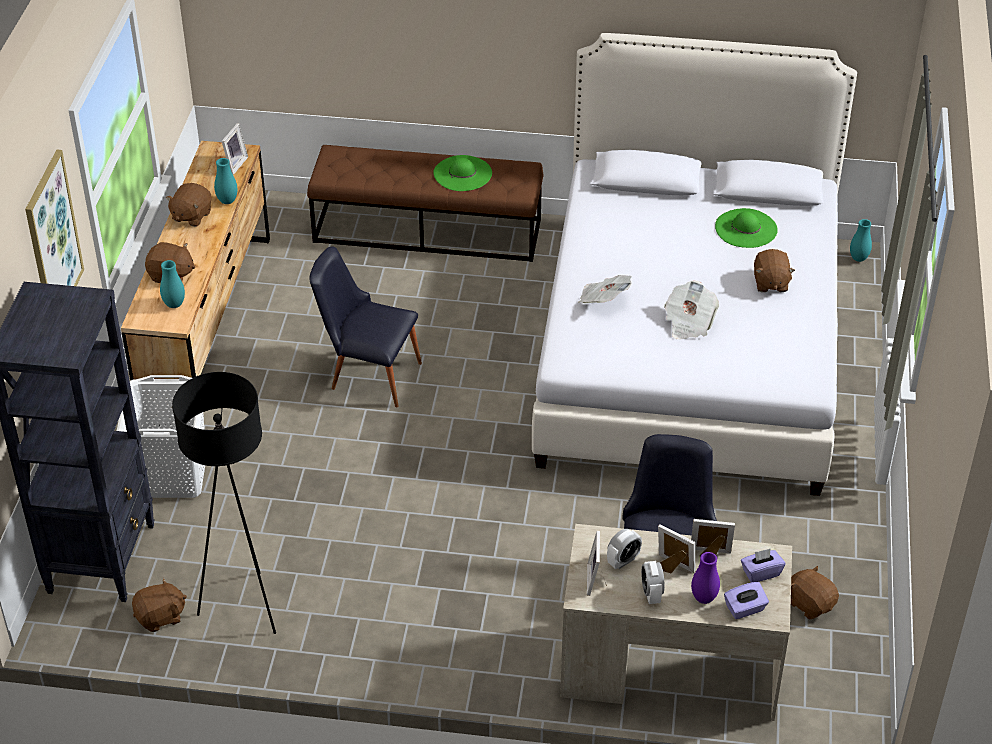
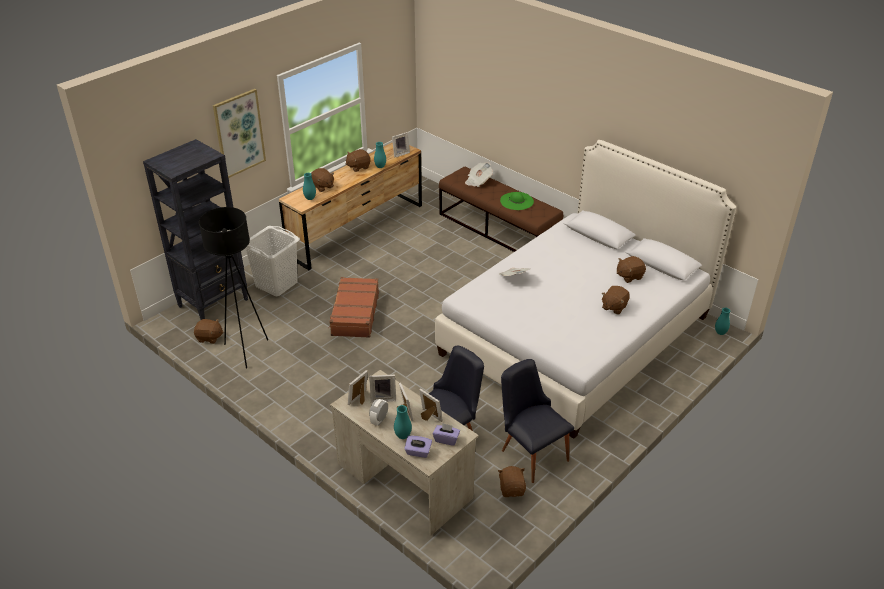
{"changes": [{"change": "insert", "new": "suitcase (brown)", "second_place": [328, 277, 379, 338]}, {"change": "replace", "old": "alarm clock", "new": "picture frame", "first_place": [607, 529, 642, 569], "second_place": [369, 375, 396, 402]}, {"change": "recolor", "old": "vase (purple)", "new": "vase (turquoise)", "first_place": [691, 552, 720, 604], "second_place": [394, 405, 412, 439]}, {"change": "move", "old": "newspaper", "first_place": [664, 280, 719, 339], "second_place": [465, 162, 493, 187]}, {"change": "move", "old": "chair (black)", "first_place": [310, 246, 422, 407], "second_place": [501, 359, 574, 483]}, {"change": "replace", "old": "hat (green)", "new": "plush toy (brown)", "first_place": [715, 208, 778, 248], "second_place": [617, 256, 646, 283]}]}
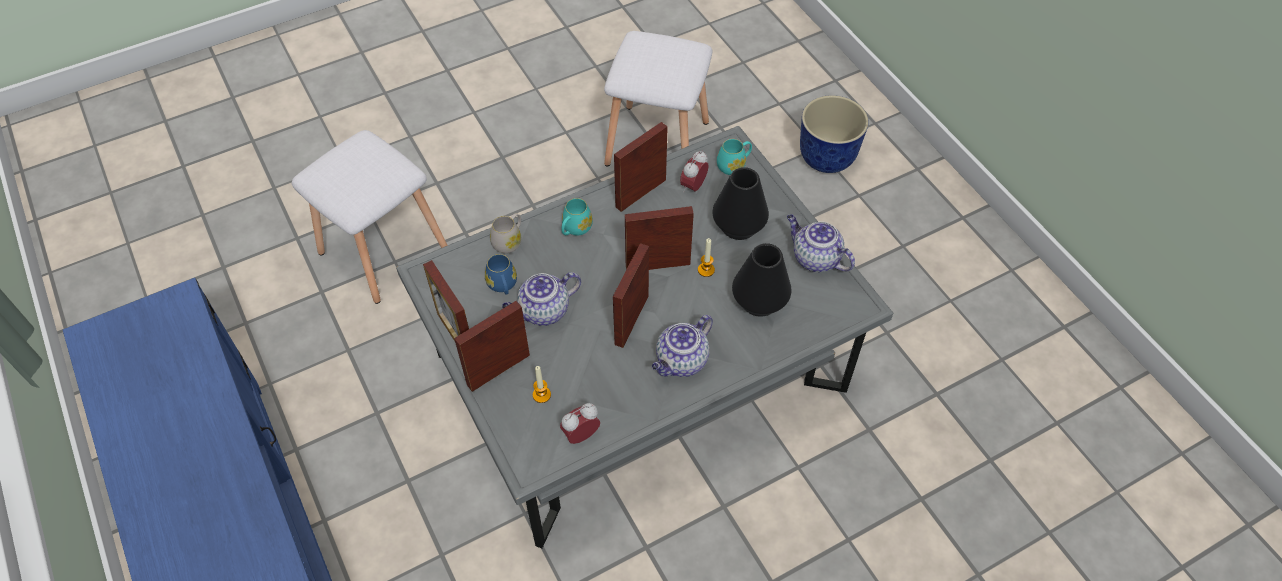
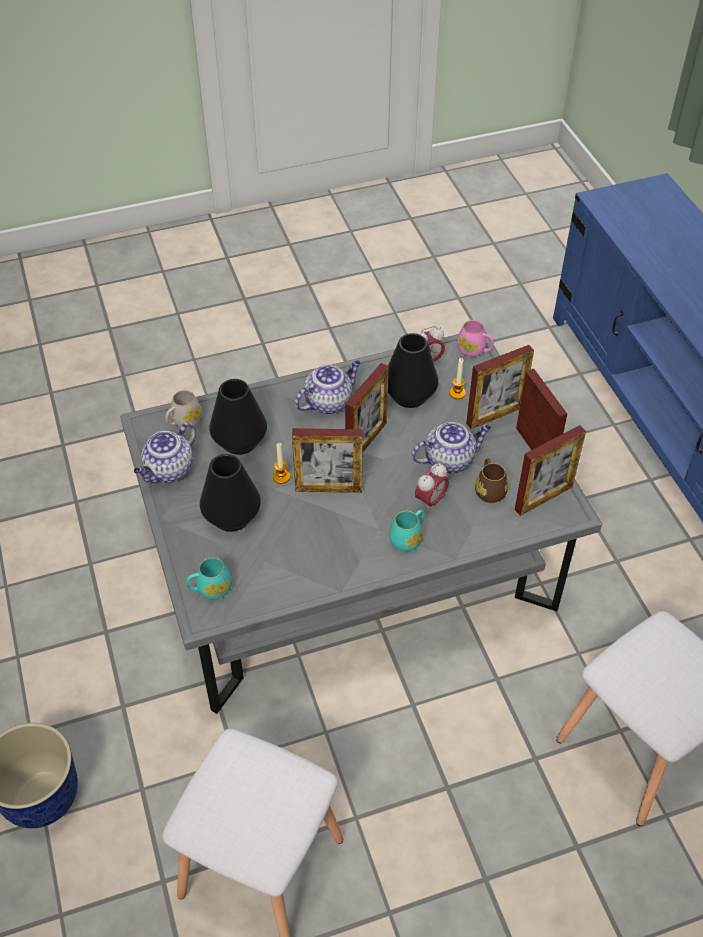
{"changes": [{"change": "rotate", "old": "teapot", "first_place": [787, 214, 855, 272], "second_place": [134, 423, 196, 483], "degrees": 75}, {"change": "move", "old": "mug (white)", "first_place": [490, 213, 521, 253], "second_place": [165, 390, 202, 428]}, {"change": "insert", "new": "vase (black)", "second_place": [388, 333, 439, 408]}, {"change": "move", "old": "alarm clock", "first_place": [680, 151, 709, 192], "second_place": [415, 463, 449, 512]}, {"change": "insert", "new": "mug (pink)", "second_place": [457, 320, 494, 357]}, {"change": "recolor", "old": "mug (blue)", "new": "mug (brown)", "first_place": [485, 254, 517, 295], "second_place": [475, 458, 508, 503]}, {"change": "move", "old": "picture frame", "first_place": [614, 122, 668, 212], "second_place": [515, 425, 586, 516]}]}
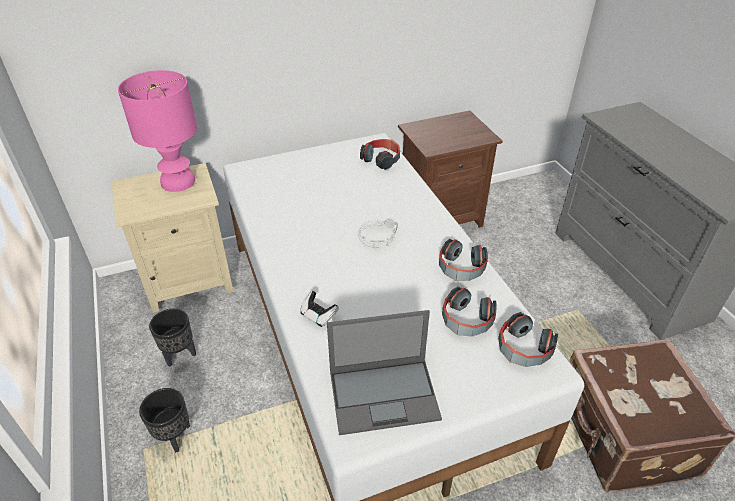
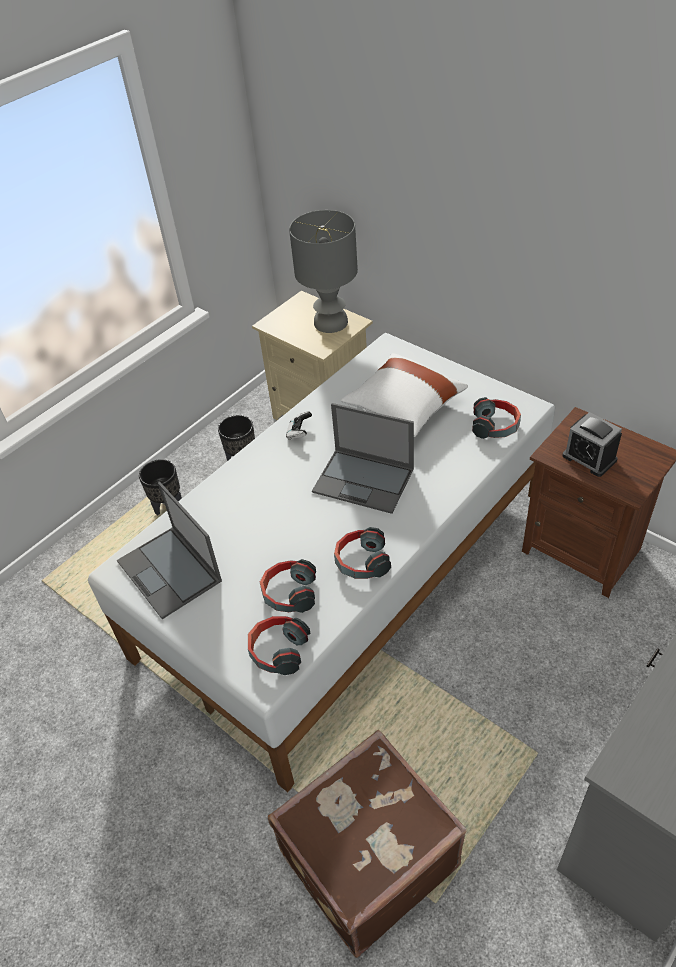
{"changes": [{"change": "move", "old": "game controller", "first_place": [300, 291, 339, 327], "second_place": [286, 411, 312, 440]}, {"change": "recolor", "old": "table lamp (pink)", "new": "table lamp (grey)", "first_place": [118, 70, 197, 192], "second_place": [289, 210, 358, 333]}, {"change": "replace", "old": "headphones (grey)", "new": "laptop", "first_place": [359, 219, 398, 248], "second_place": [312, 403, 414, 514]}, {"change": "insert", "new": "pillow (white)", "second_place": [341, 353, 468, 437]}, {"change": "insert", "new": "alarm clock", "second_place": [563, 412, 622, 477]}]}
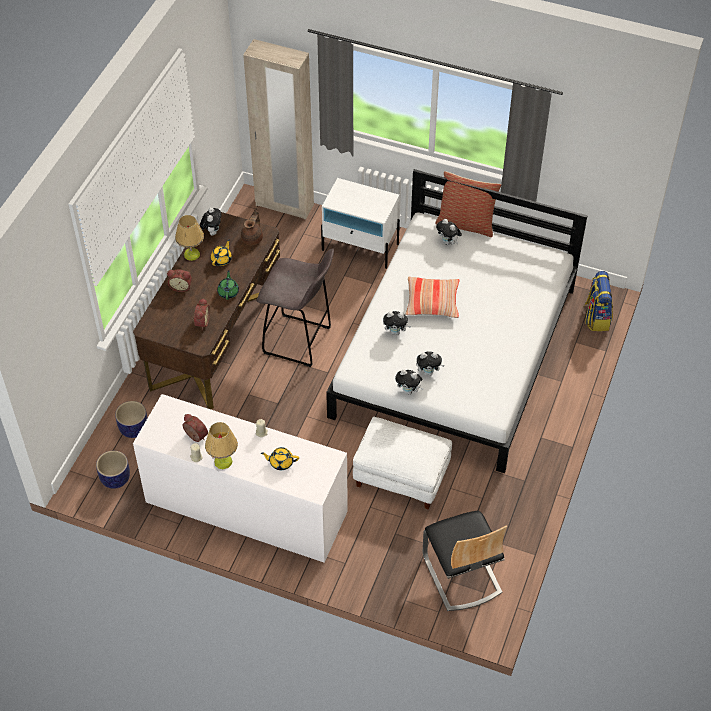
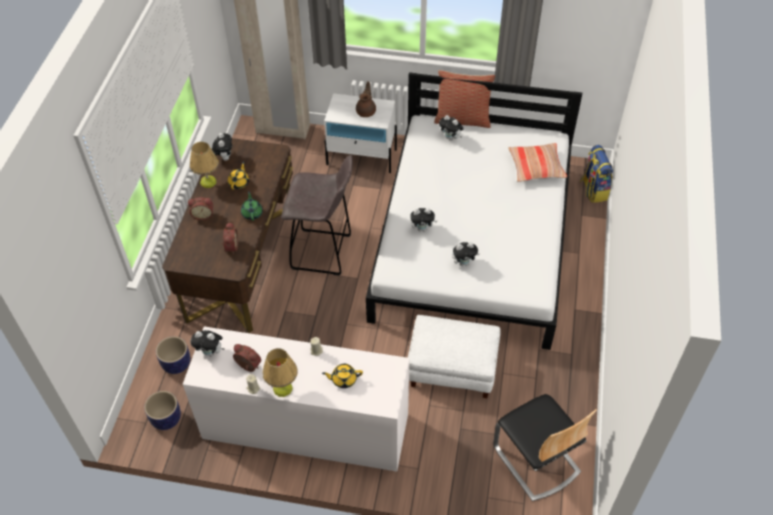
{"changes": [{"change": "move", "old": "plush toy", "first_place": [395, 369, 423, 394], "second_place": [191, 330, 225, 356]}, {"change": "move", "old": "teapot (brown)", "first_place": [241, 207, 263, 245], "second_place": [356, 81, 376, 117]}, {"change": "move", "old": "pillow", "first_place": [405, 277, 460, 318], "second_place": [508, 143, 567, 182]}]}
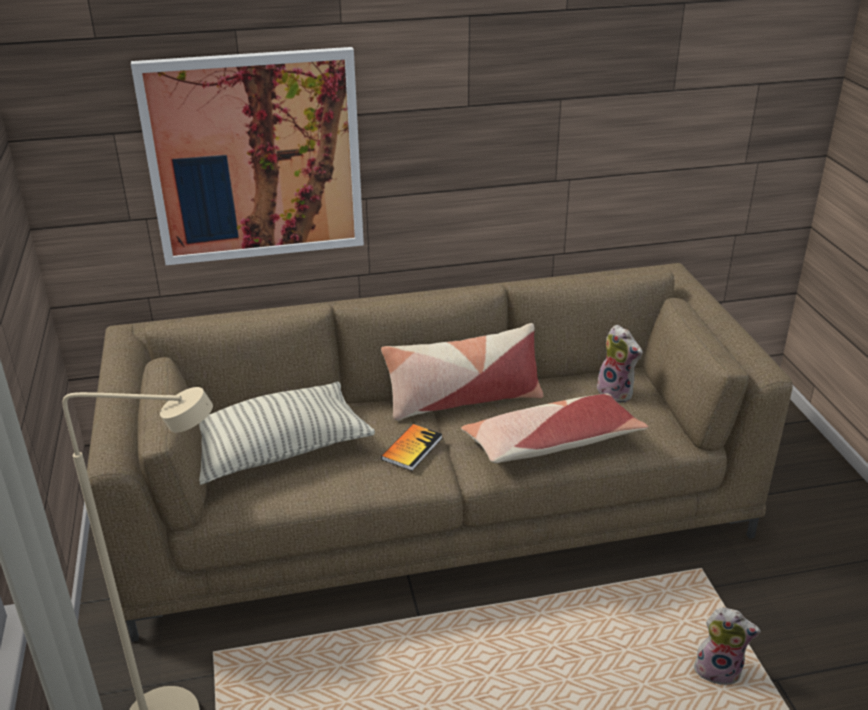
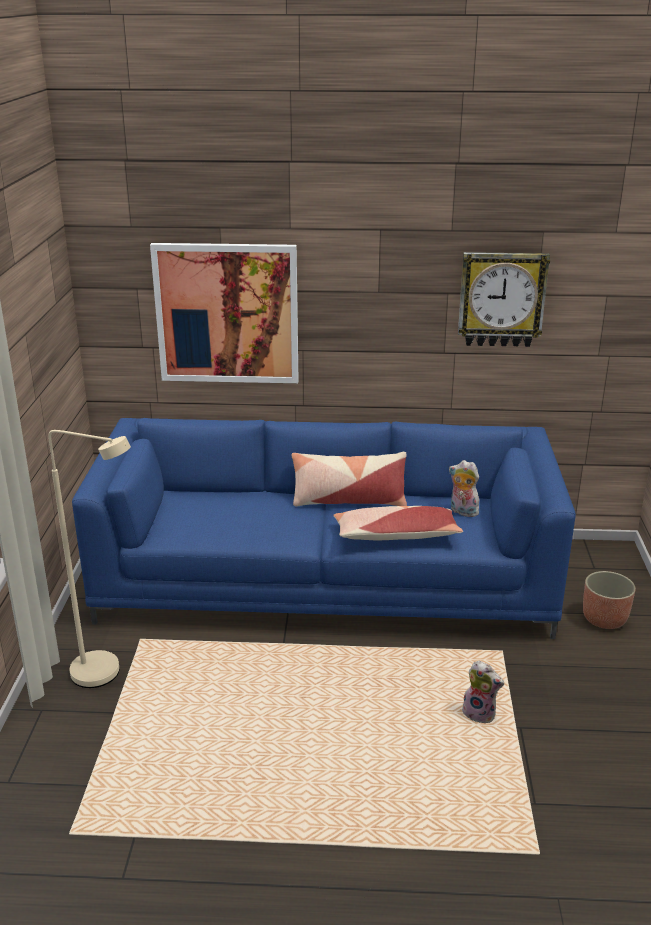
{"changes": [{"change": "recolor", "old": "sofa (brown)", "new": "sofa (blue)", "first_place": [87, 263, 793, 642], "second_place": [72, 418, 576, 639]}, {"change": "rotate", "old": "plush toy", "first_place": [596, 325, 643, 403], "second_place": [449, 460, 479, 517], "degrees": 150}, {"change": "insert", "new": "wall clock", "second_place": [458, 252, 550, 347]}, {"change": "insert", "new": "planter", "second_place": [583, 571, 636, 629]}, {"change": "delete", "old": "pillow", "first_place": [199, 381, 375, 485]}, {"change": "delete", "old": "book", "first_place": [381, 424, 442, 471]}]}
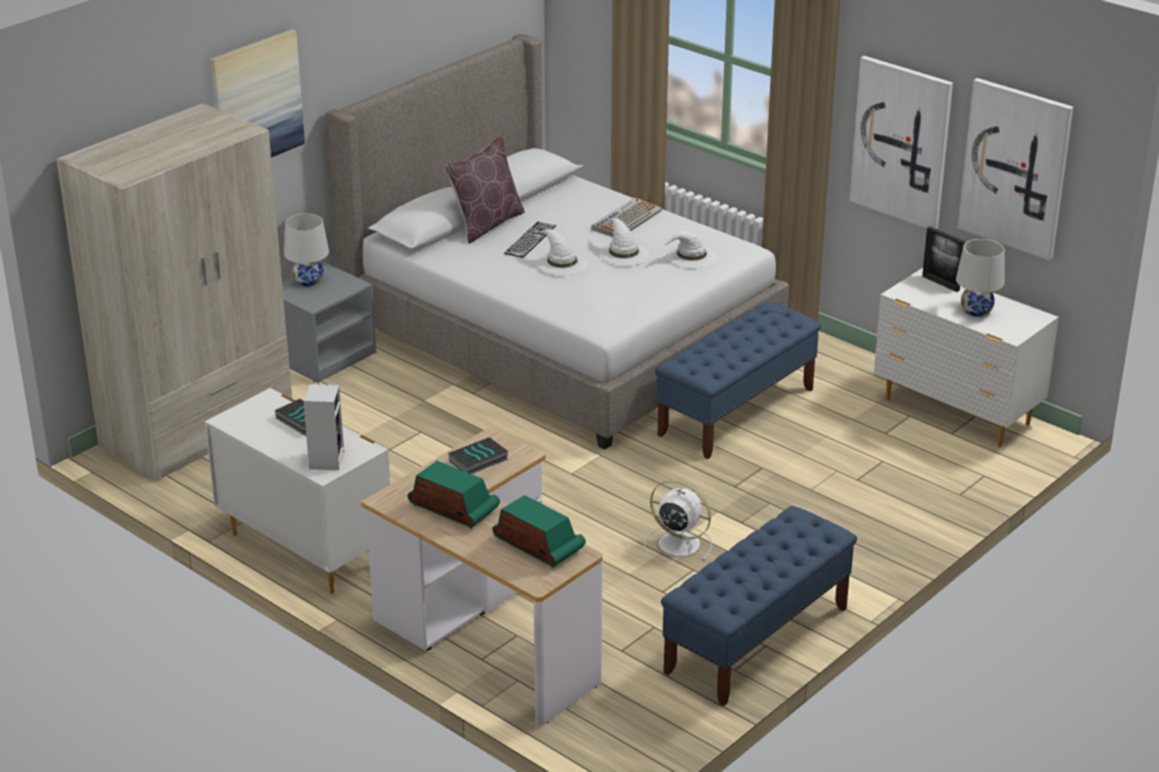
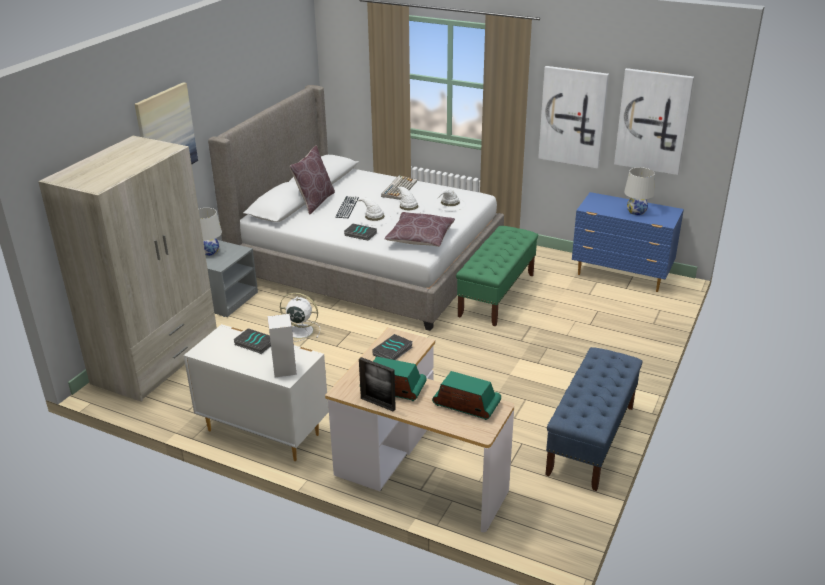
{"changes": [{"change": "move", "old": "fan (white)", "first_place": [644, 480, 712, 561], "second_place": [280, 292, 320, 342]}, {"change": "insert", "new": "book", "second_place": [344, 224, 377, 241]}, {"change": "move", "old": "picture frame", "first_place": [922, 227, 965, 292], "second_place": [359, 357, 396, 412]}, {"change": "insert", "new": "pillow (brown)", "second_place": [385, 212, 455, 247]}, {"change": "recolor", "old": "bench (blue)", "new": "bench (green)", "first_place": [655, 302, 821, 459], "second_place": [456, 226, 538, 326]}, {"change": "recolor", "old": "dresser (white)", "new": "dresser (blue)", "first_place": [874, 268, 1059, 447], "second_place": [572, 192, 684, 292]}]}
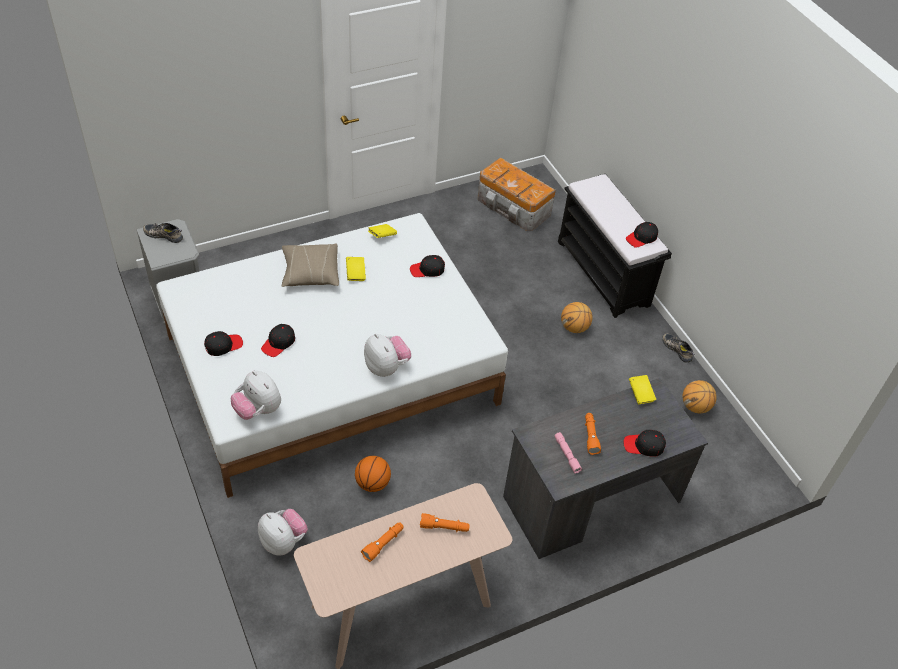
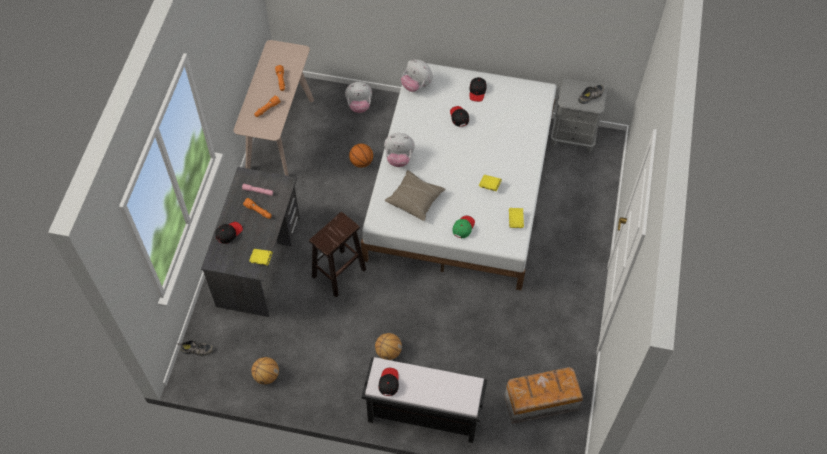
{"changes": [{"change": "move", "old": "shoe", "first_place": [662, 333, 695, 363], "second_place": [177, 340, 213, 356]}, {"change": "insert", "new": "stool (brown)", "second_place": [309, 212, 366, 297]}, {"change": "move", "old": "pillow (beige)", "first_place": [282, 244, 339, 287], "second_place": [385, 170, 445, 221]}, {"change": "rotate", "old": "plush toy", "first_place": [231, 371, 281, 420], "second_place": [401, 60, 433, 92], "degrees": -135}, {"change": "recolor", "old": "cap (black)", "new": "cap (green)", "first_place": [410, 255, 445, 277], "second_place": [453, 216, 475, 238]}]}
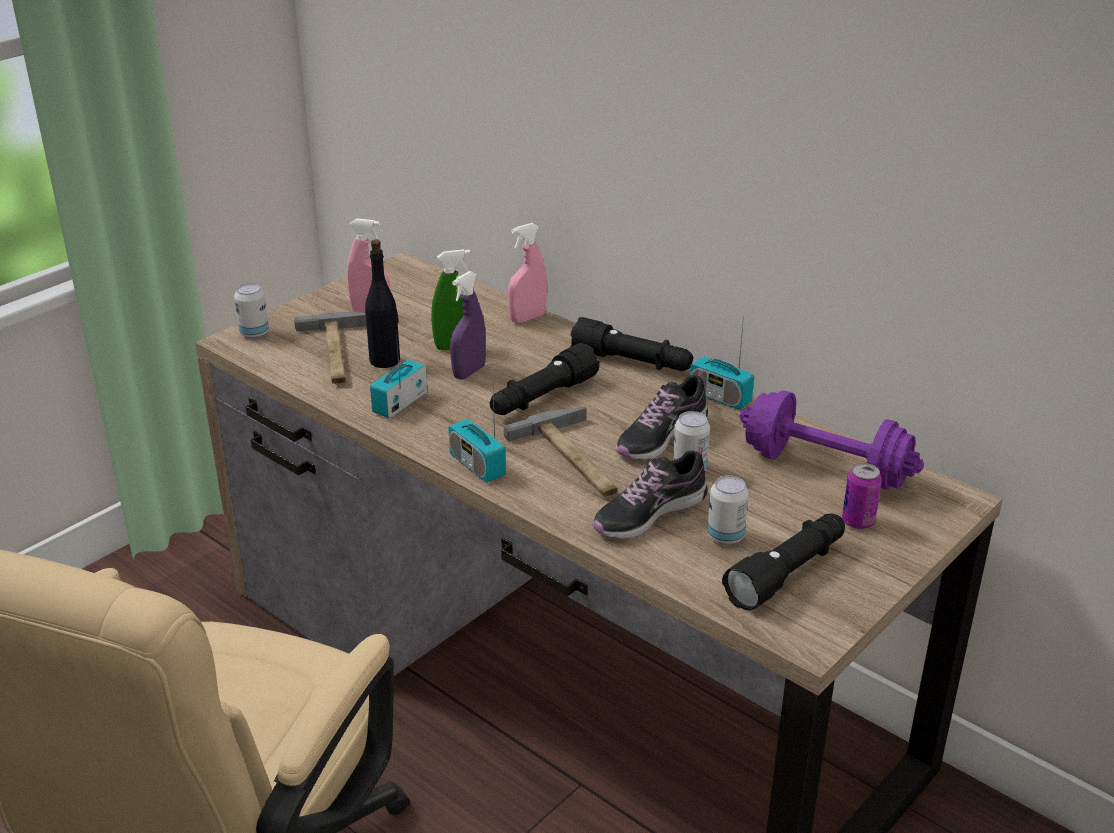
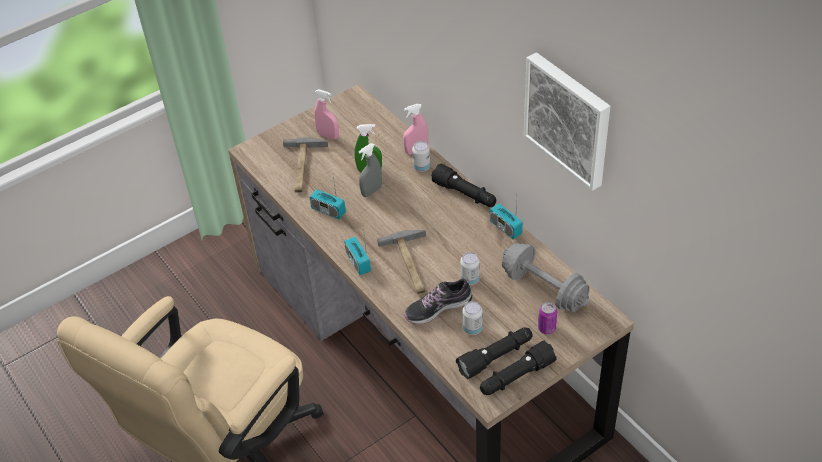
{"changes": [{"change": "rotate", "old": "radio", "first_place": [370, 335, 427, 418], "second_place": [310, 177, 346, 219], "degrees": -105}, {"change": "recolor", "old": "spray bottle (purple)", "new": "spray bottle (grey)", "first_place": [450, 271, 486, 380], "second_place": [358, 143, 382, 197]}, {"change": "move", "old": "can", "first_place": [234, 283, 269, 339], "second_place": [412, 141, 430, 172]}, {"change": "move", "old": "flashlight (black)", "first_place": [490, 343, 599, 415], "second_place": [480, 341, 557, 395]}, {"change": "recolor", "old": "dumbbell (purple)", "new": "dumbbell (grey)", "first_place": [740, 390, 924, 490], "second_place": [502, 243, 590, 312]}, {"change": "insert", "new": "picture", "second_place": [524, 52, 610, 191]}, {"change": "delete", "old": "bottle (black)", "first_place": [365, 239, 400, 368]}, {"change": "delete", "old": "shoe", "first_place": [615, 370, 708, 460]}]}
